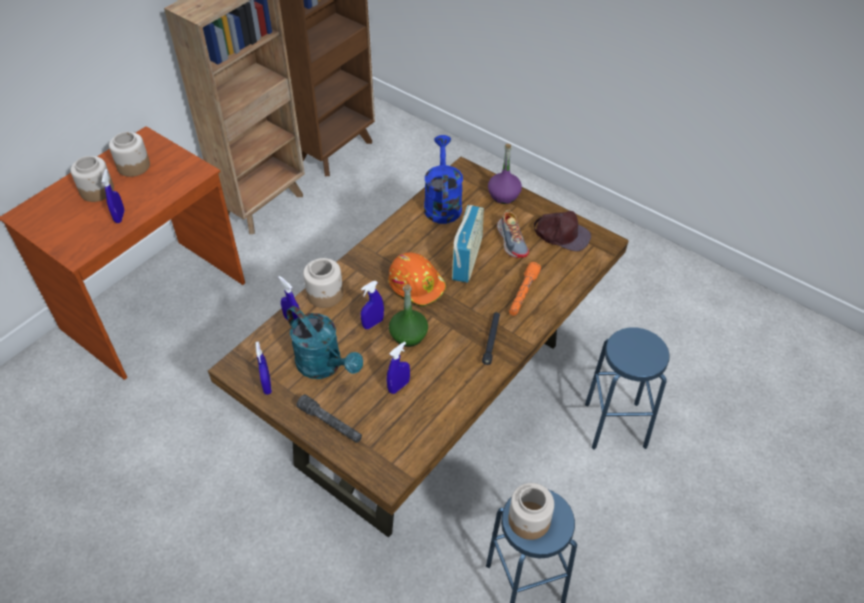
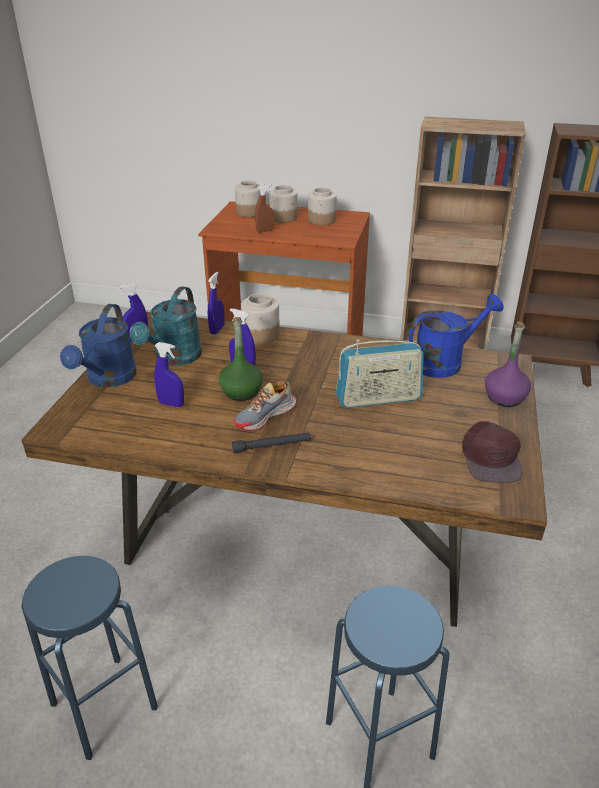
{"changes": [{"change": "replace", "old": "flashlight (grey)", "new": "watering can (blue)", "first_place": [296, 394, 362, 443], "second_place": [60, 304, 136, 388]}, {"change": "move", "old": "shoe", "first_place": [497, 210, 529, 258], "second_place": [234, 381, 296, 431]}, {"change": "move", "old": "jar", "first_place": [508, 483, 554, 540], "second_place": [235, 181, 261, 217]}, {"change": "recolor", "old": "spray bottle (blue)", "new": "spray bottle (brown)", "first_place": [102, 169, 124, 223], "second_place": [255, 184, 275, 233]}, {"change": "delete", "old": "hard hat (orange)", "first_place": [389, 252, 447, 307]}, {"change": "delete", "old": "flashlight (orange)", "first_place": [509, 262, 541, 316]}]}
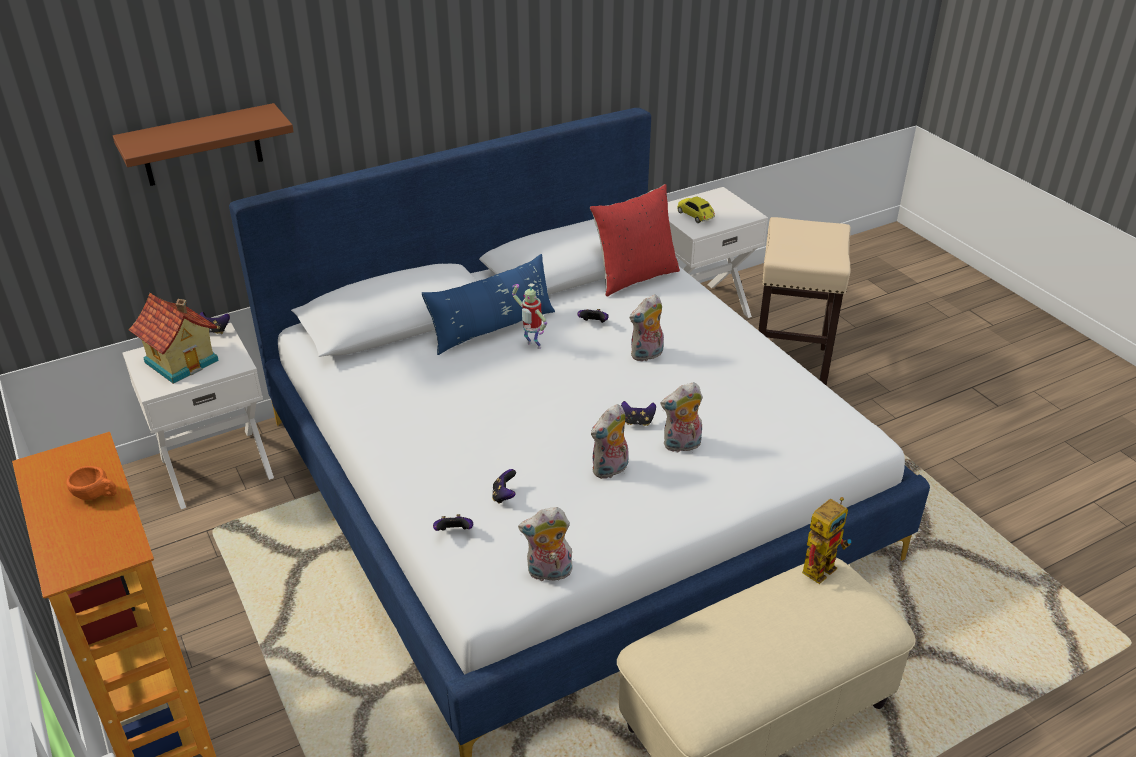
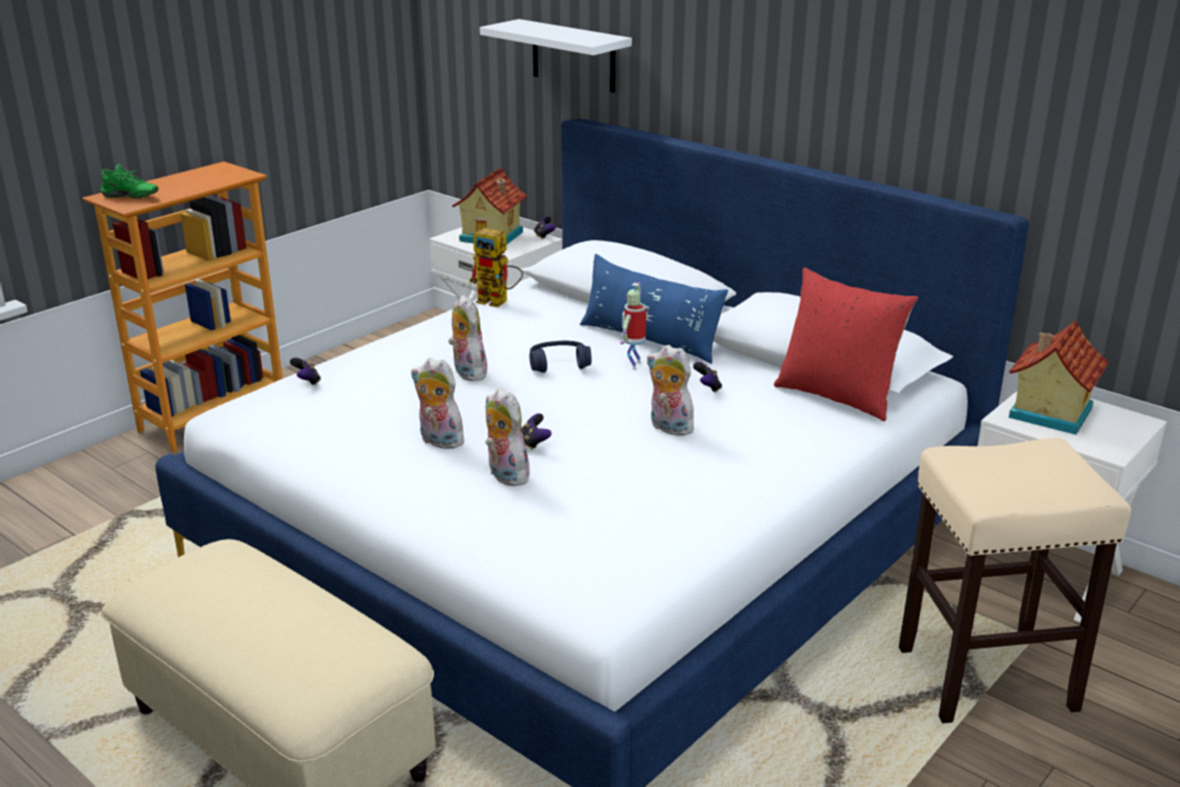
{"changes": [{"change": "insert", "new": "shoe (green)", "second_place": [100, 164, 159, 198]}, {"change": "move", "old": "plush toy", "first_place": [518, 507, 573, 583], "second_place": [448, 295, 490, 381]}, {"change": "move", "old": "toy robot", "first_place": [802, 497, 851, 584], "second_place": [469, 228, 523, 307]}, {"change": "recolor", "old": "shelf (brown)", "new": "shelf (white)", "first_place": [113, 103, 294, 186], "second_place": [480, 19, 632, 93]}, {"change": "insert", "new": "headphones (blue)", "second_place": [529, 341, 592, 373]}, {"change": "replace", "old": "toy car", "new": "toy house", "first_place": [677, 197, 715, 223], "second_place": [1009, 320, 1109, 435]}, {"change": "delete", "old": "cup (orange)", "first_place": [67, 466, 117, 500]}, {"change": "delete", "old": "game controller", "first_place": [492, 469, 516, 504]}]}
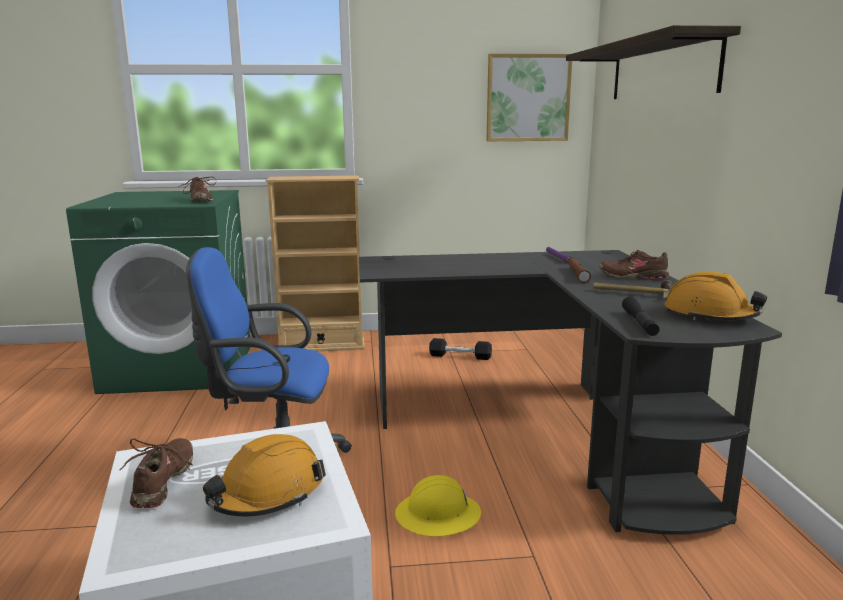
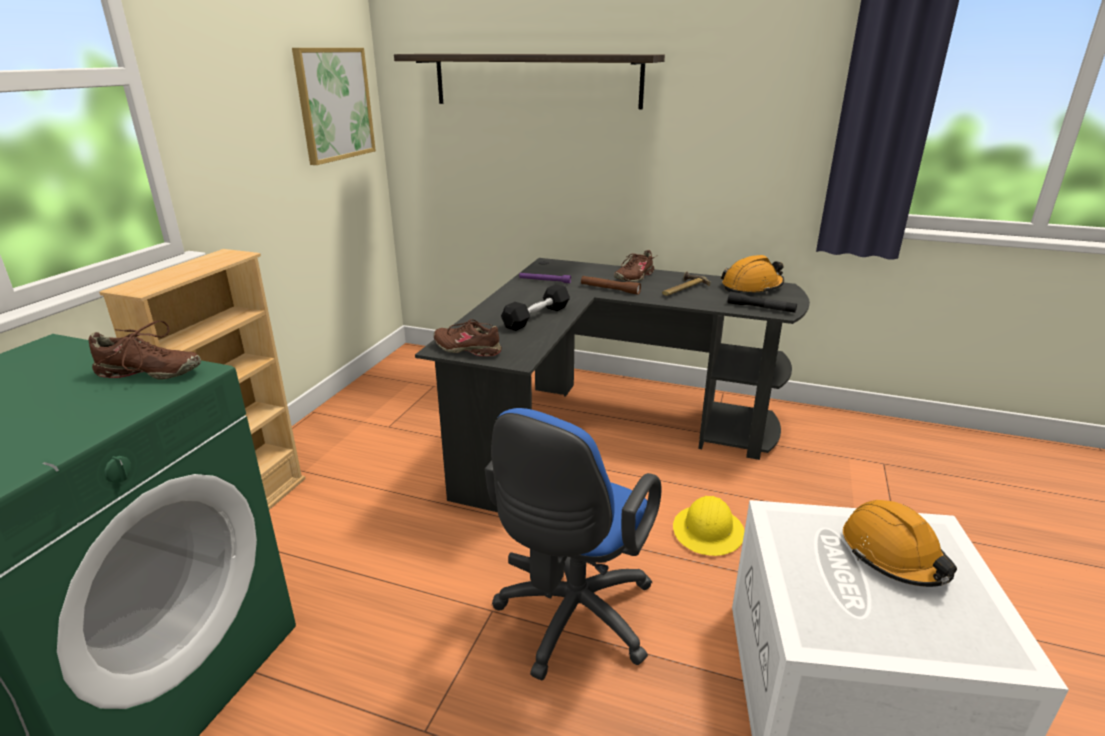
{"changes": [{"change": "move", "old": "shoe (brown)", "first_place": [119, 438, 193, 508], "second_place": [433, 319, 502, 356]}, {"change": "move", "old": "dumbbell (black)", "first_place": [429, 338, 492, 360], "second_place": [501, 284, 570, 331]}]}
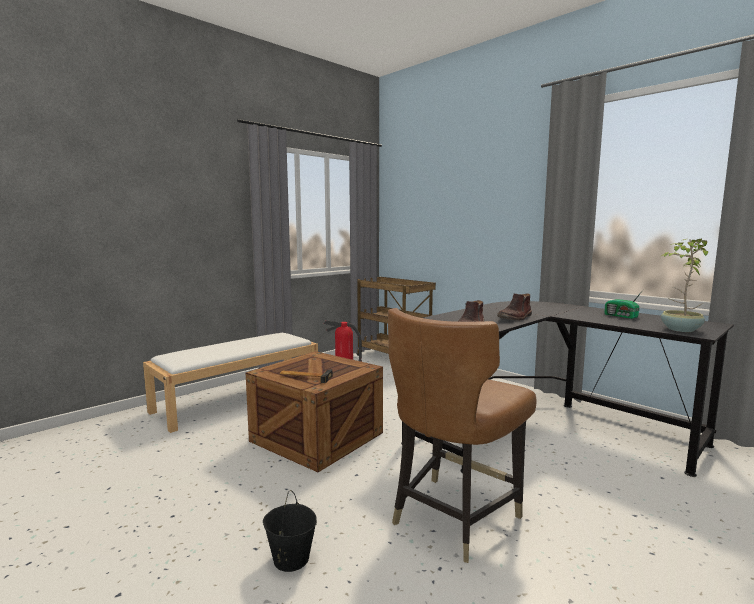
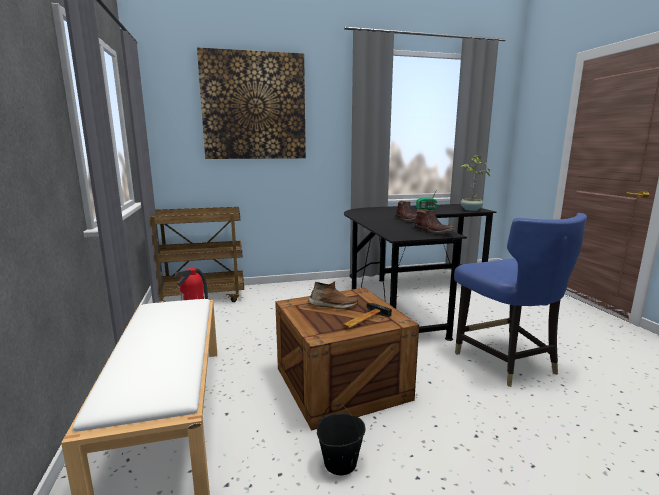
{"changes": [{"change": "insert", "new": "picture", "second_place": [197, 47, 306, 159]}, {"change": "insert", "new": "shoe (brown)", "second_place": [308, 281, 358, 309]}, {"change": "move", "old": "bucket (black)", "first_place": [263, 490, 317, 572], "second_place": [317, 403, 365, 475]}, {"change": "recolor", "old": "chair (brown)", "new": "chair (blue)", "first_place": [388, 308, 537, 563], "second_place": [454, 213, 587, 387]}]}
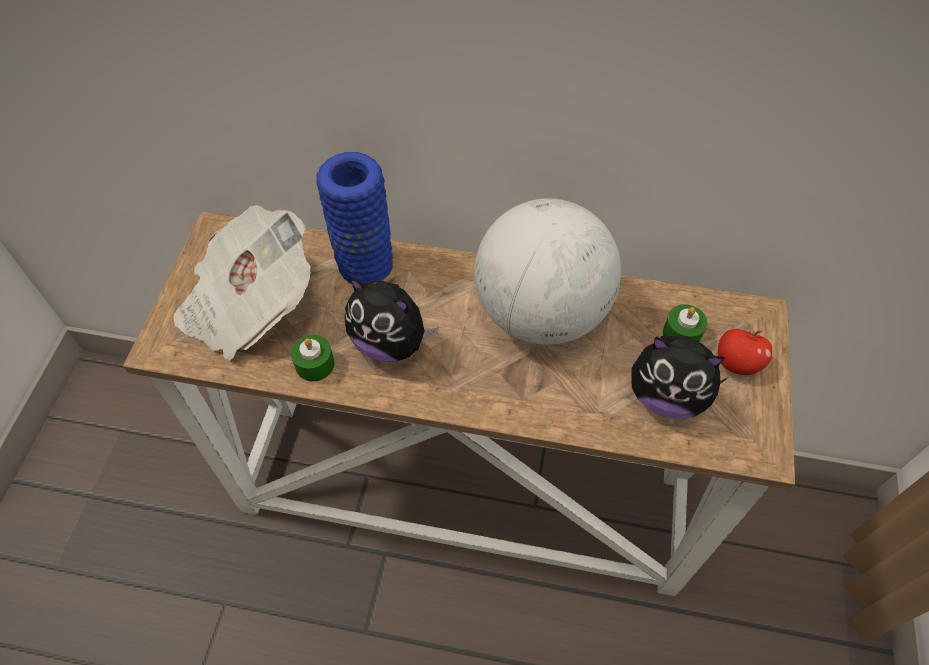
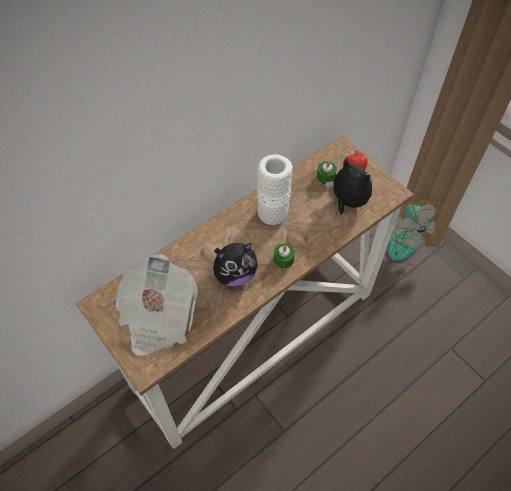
{"changes": [{"change": "replace", "old": "globe", "new": "vase (white)", "first_place": [475, 198, 621, 345], "second_place": [257, 154, 293, 225]}, {"change": "move", "old": "candle (green)", "first_place": [291, 334, 335, 382], "second_place": [273, 243, 295, 269]}, {"change": "rotate", "old": "plush toy", "first_place": [631, 334, 728, 419], "second_place": [326, 158, 372, 214], "degrees": -105}, {"change": "insert", "new": "fan", "second_place": [370, 200, 448, 261]}, {"change": "delete", "old": "vase (blue)", "first_place": [317, 152, 393, 284]}]}
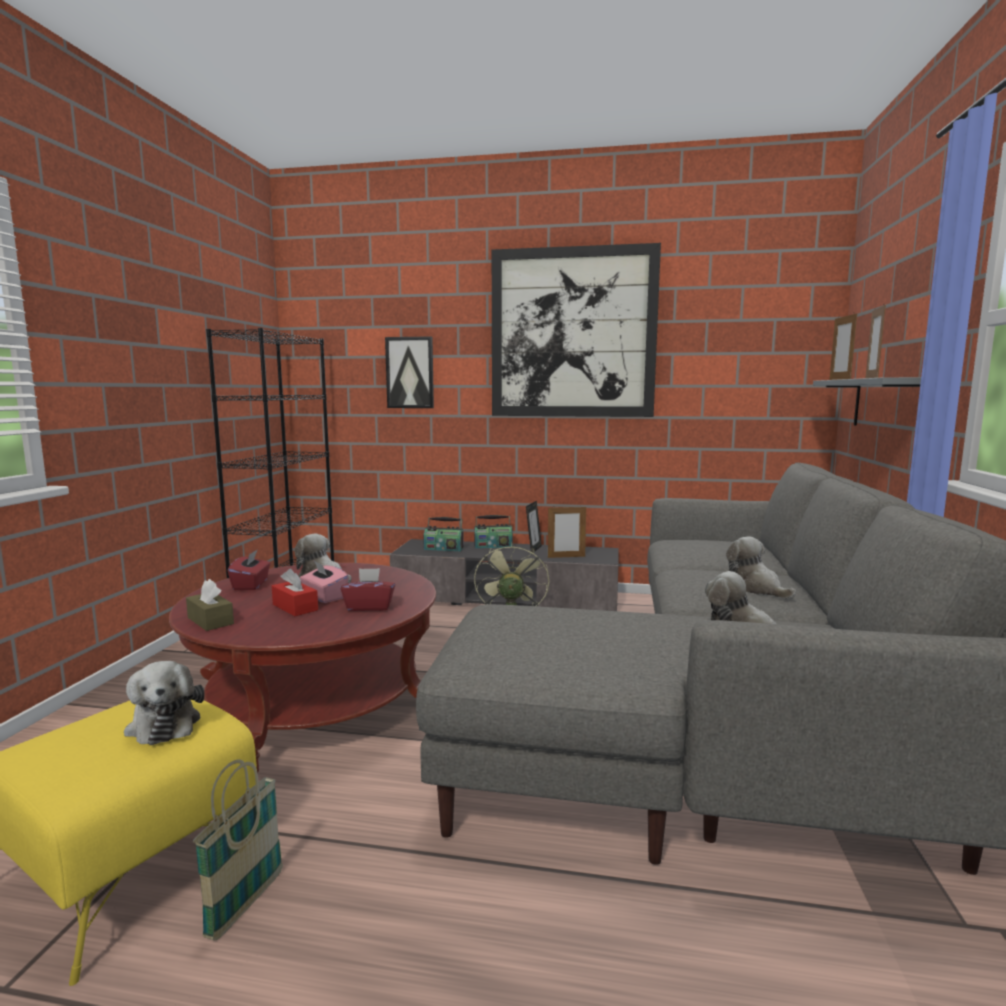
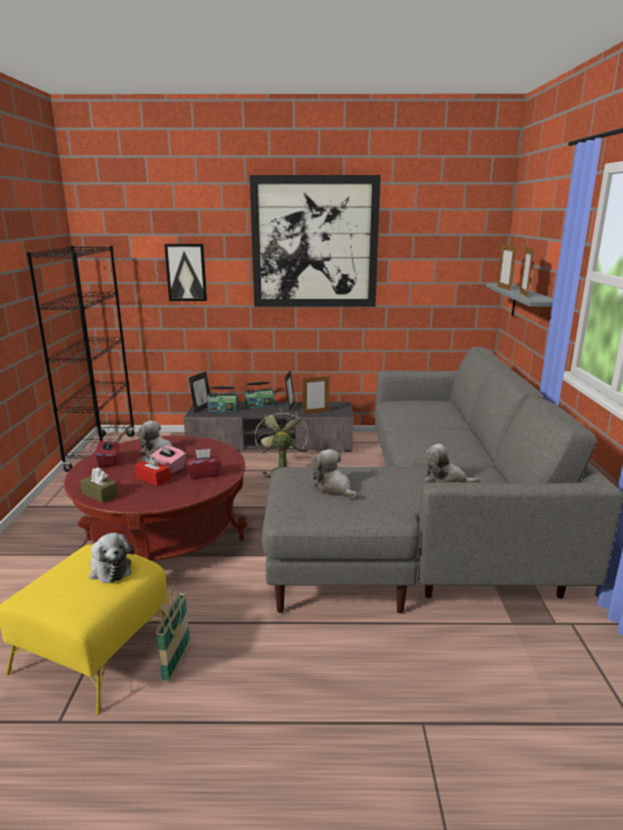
{"changes": [{"change": "insert", "new": "picture frame", "second_place": [189, 372, 209, 412]}, {"change": "move", "old": "plush toy", "first_place": [726, 537, 796, 599], "second_place": [312, 449, 357, 499]}]}
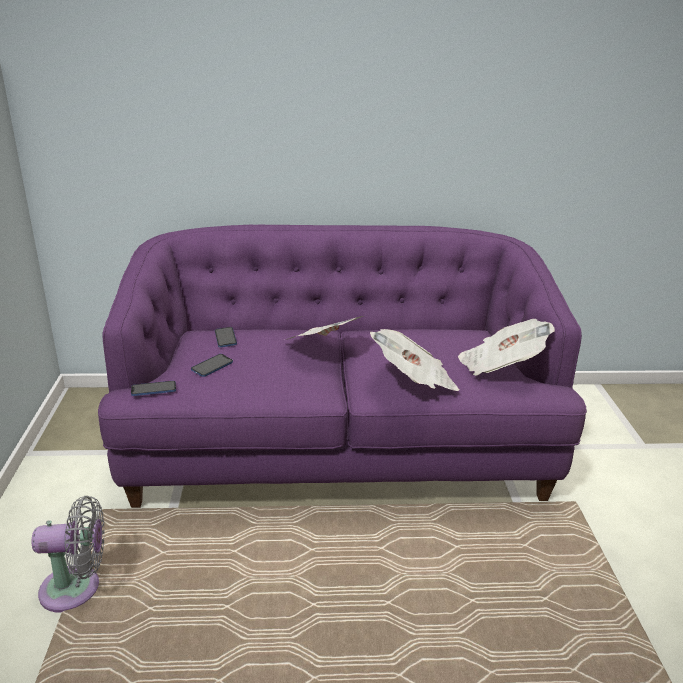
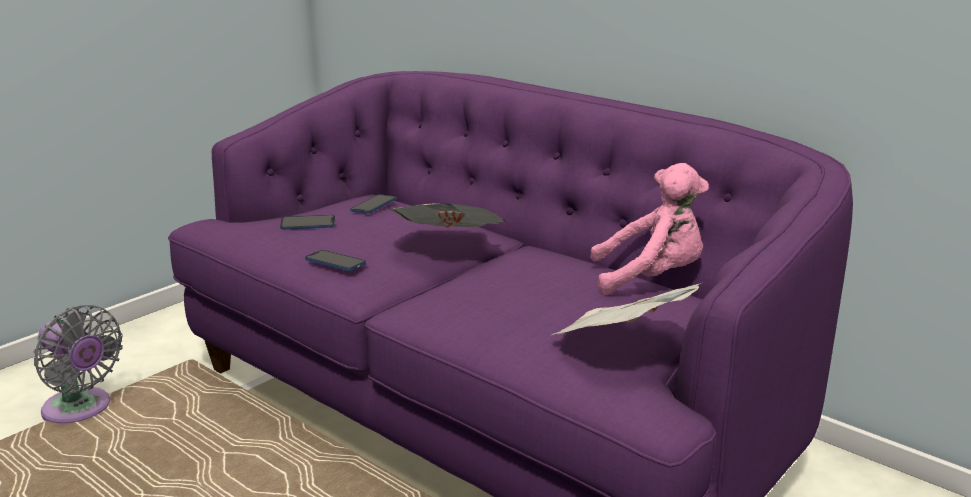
{"changes": [{"change": "move", "old": "phone", "first_place": [131, 381, 176, 396], "second_place": [305, 250, 366, 271]}, {"change": "insert", "new": "plush toy (pink)", "second_place": [590, 163, 709, 296]}, {"change": "delete", "old": "newspaper", "first_place": [370, 329, 460, 391]}]}
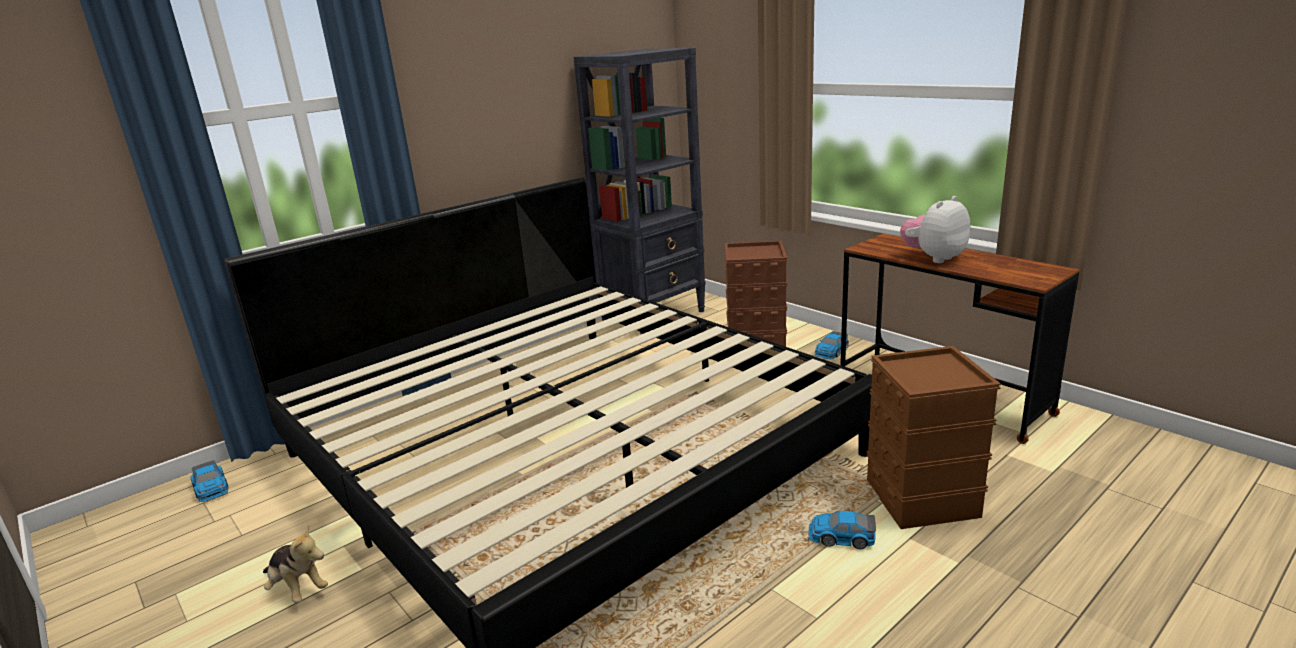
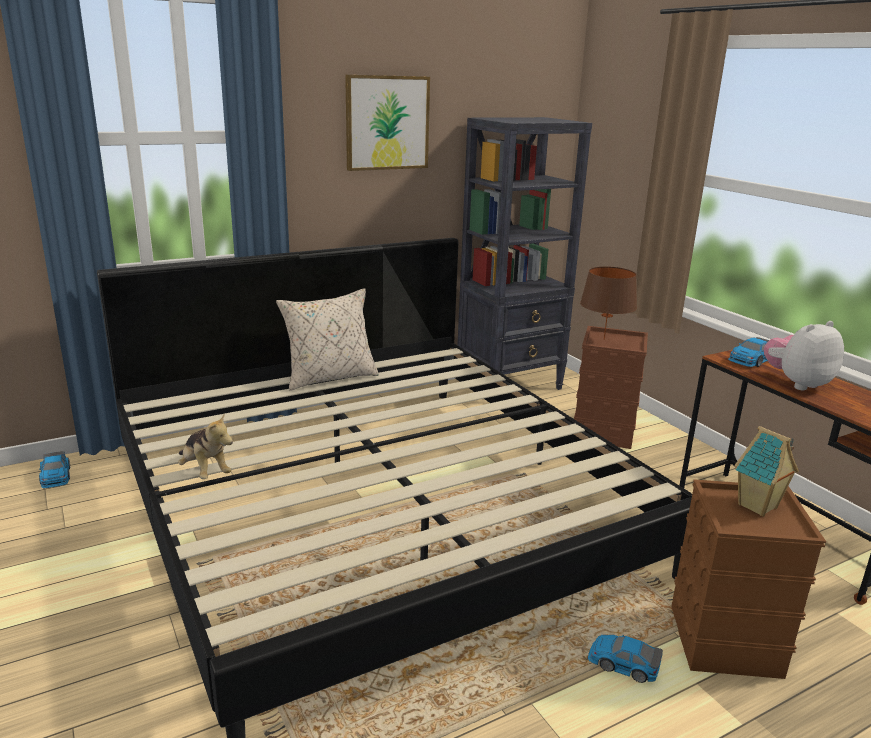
{"changes": [{"change": "move", "old": "plush toy", "first_place": [263, 525, 328, 603], "second_place": [178, 414, 233, 479]}, {"change": "insert", "new": "pillow (beige)", "second_place": [276, 288, 379, 391]}, {"change": "insert", "new": "picture", "second_place": [345, 74, 430, 171]}, {"change": "insert", "new": "table lamp (brown)", "second_place": [580, 266, 637, 340]}, {"change": "move", "old": "toy car", "first_place": [814, 331, 849, 359], "second_place": [728, 337, 769, 367]}, {"change": "insert", "new": "toy house", "second_place": [734, 426, 799, 517]}]}
